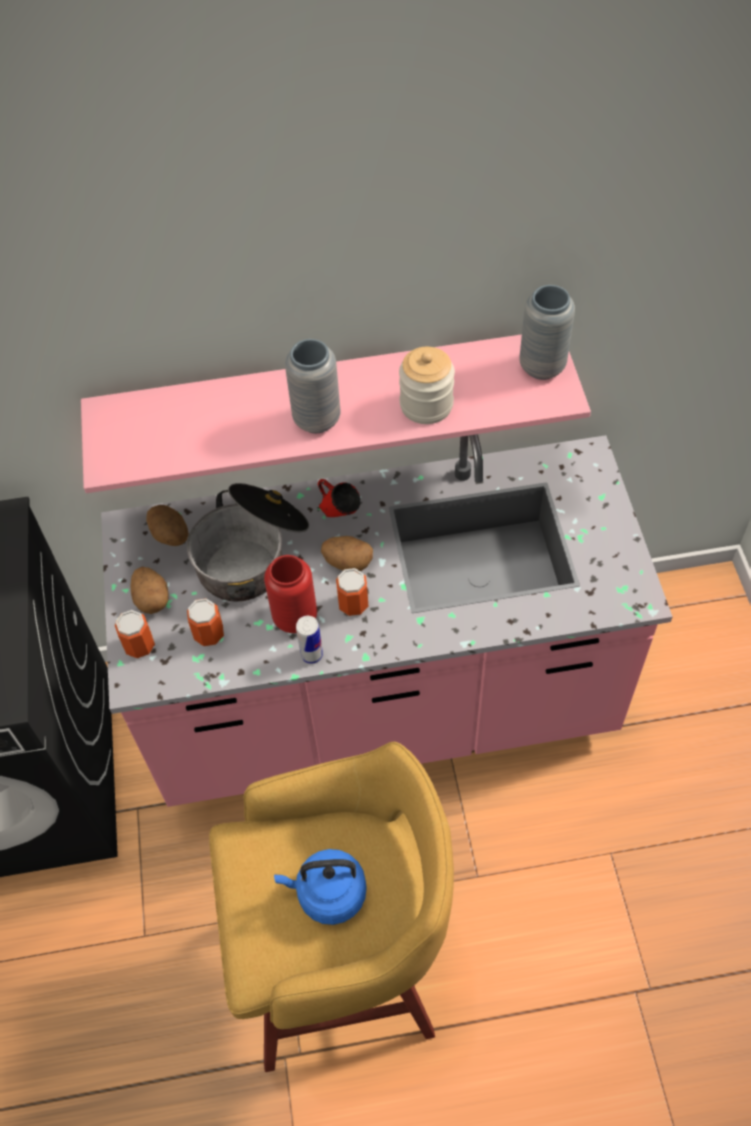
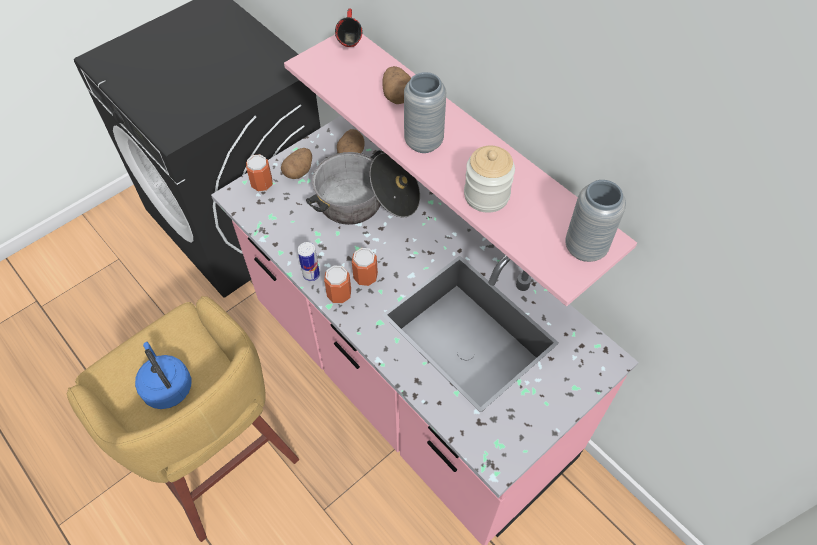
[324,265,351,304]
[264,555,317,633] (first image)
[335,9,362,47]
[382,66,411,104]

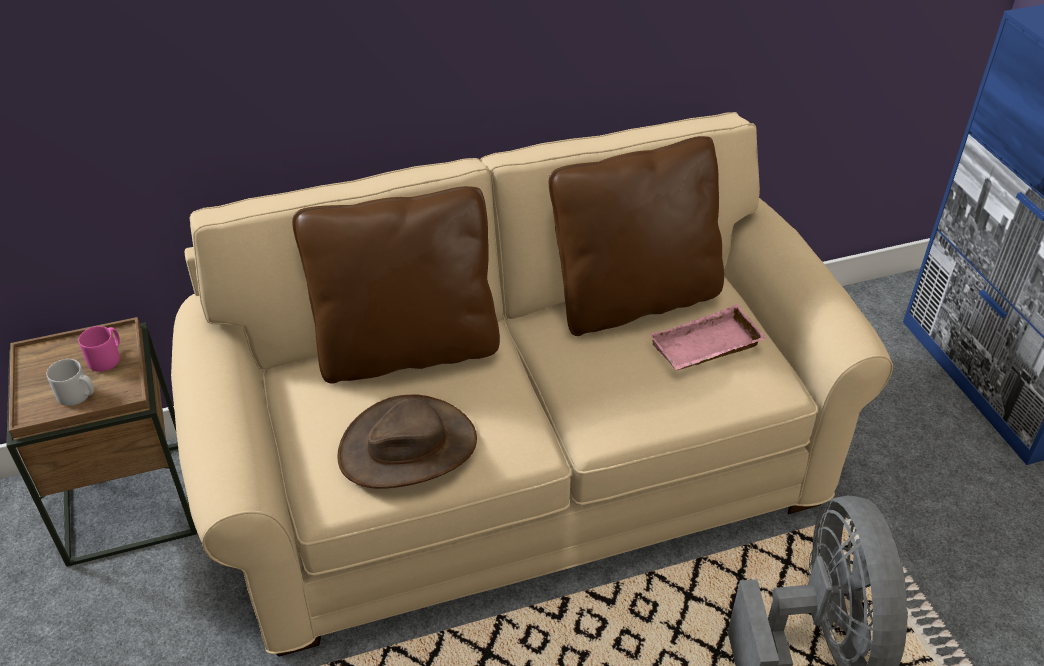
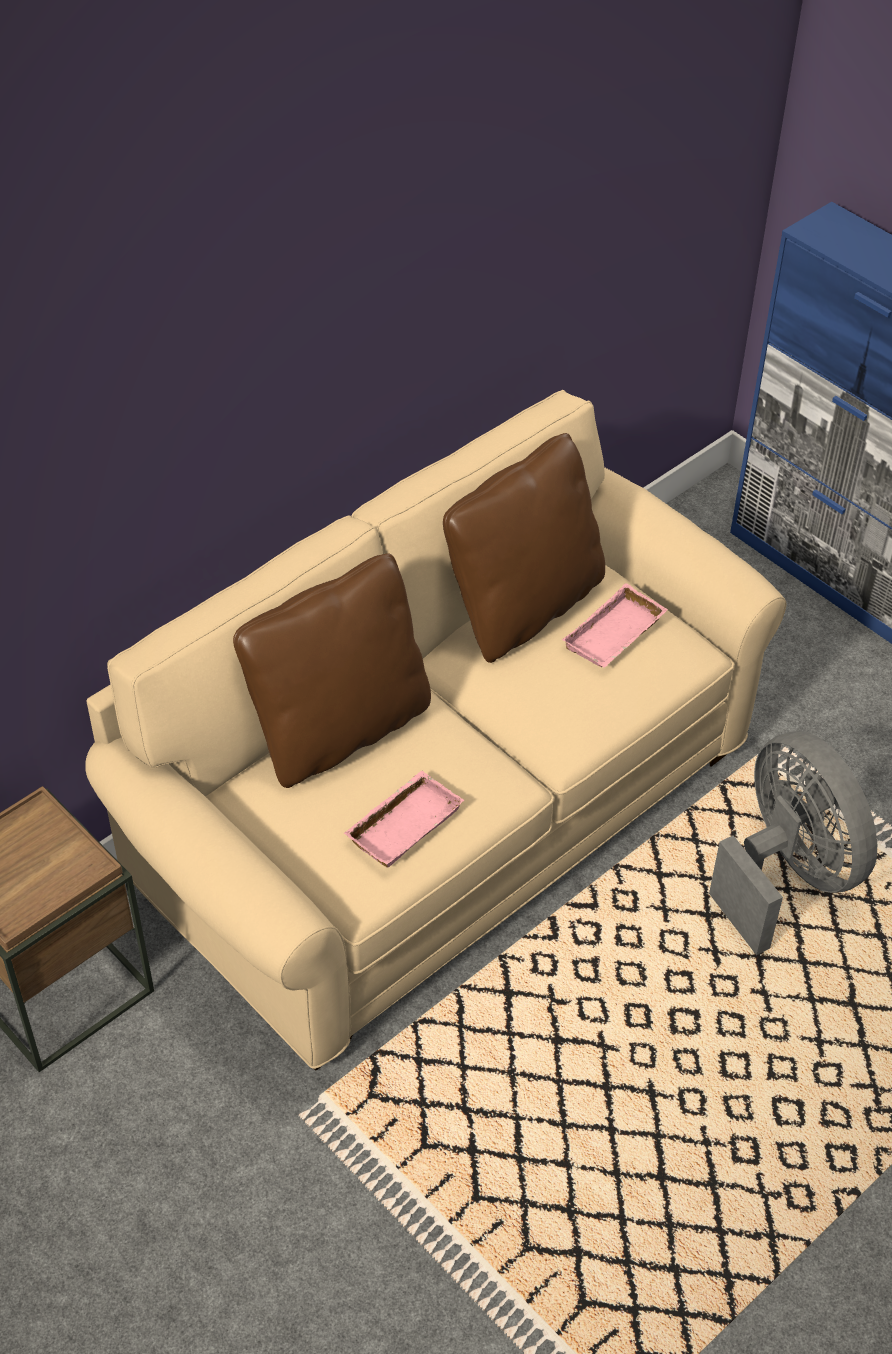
[47,359,94,406] (first image)
[78,326,120,372] (first image)
[344,771,464,868]

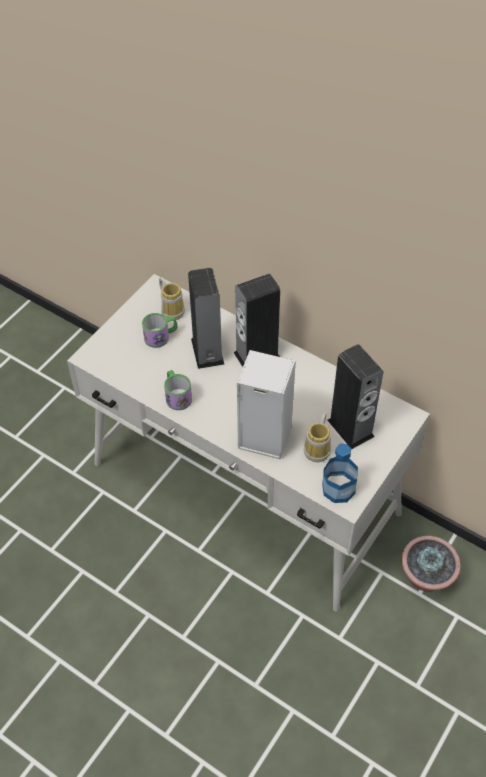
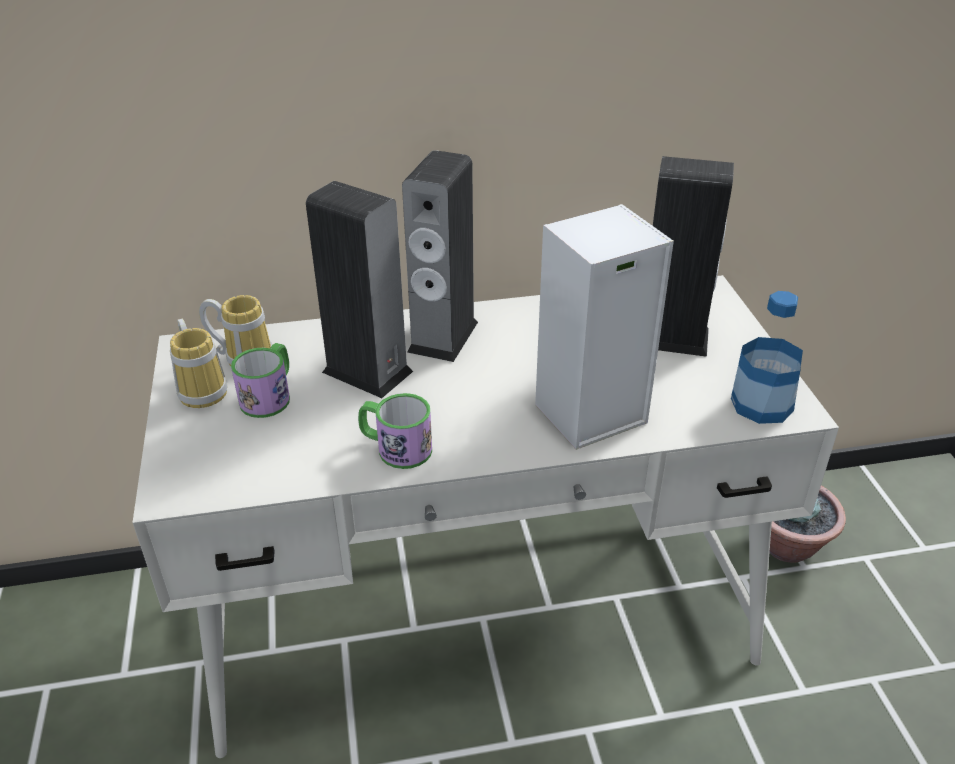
[170,318,227,408]

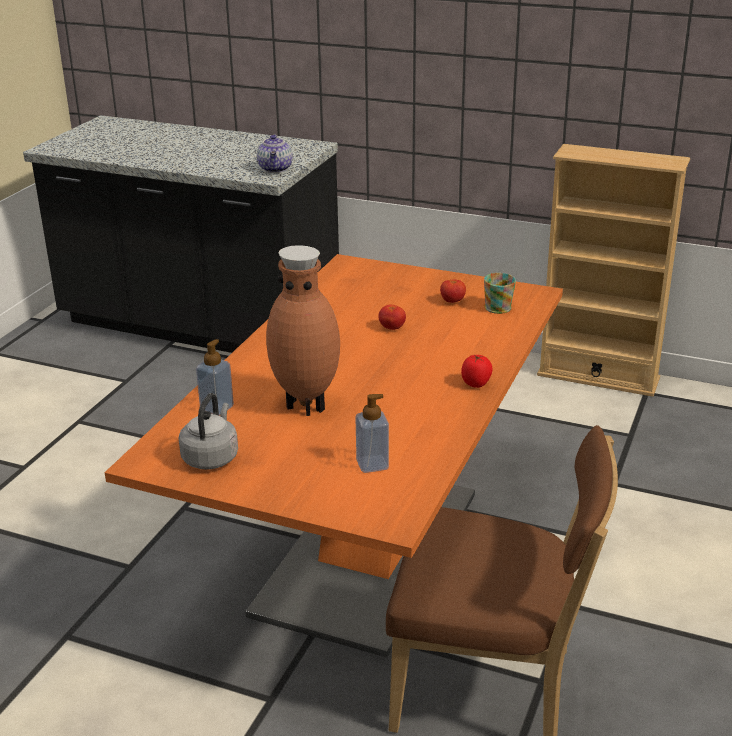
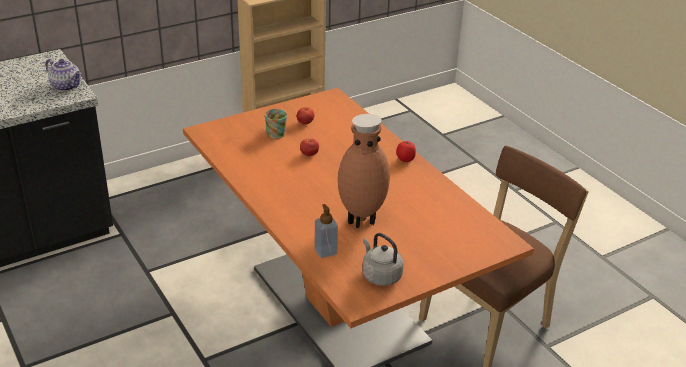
[355,394,389,473] (first image)
[265,109,287,139]

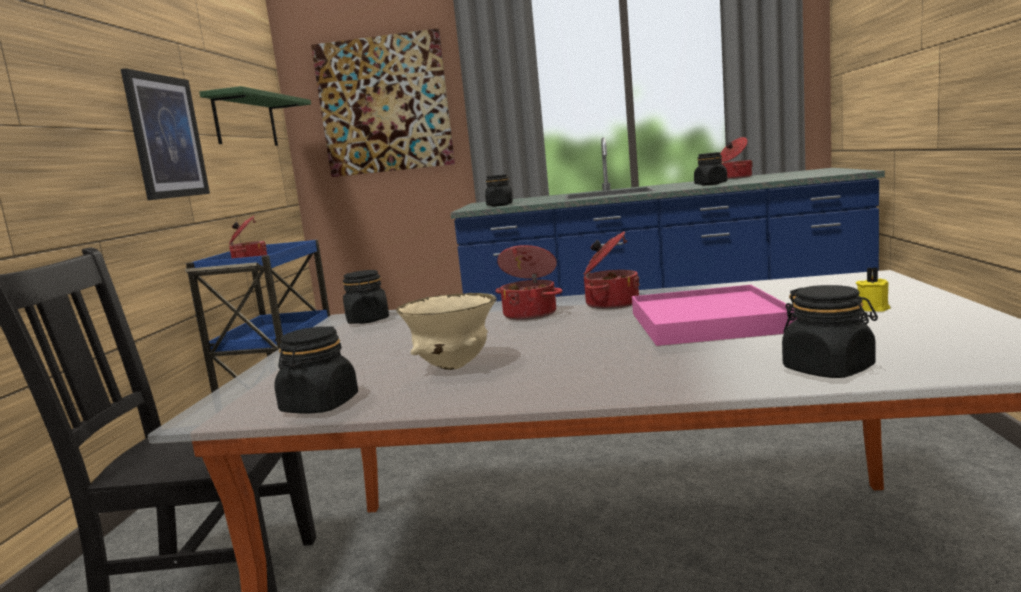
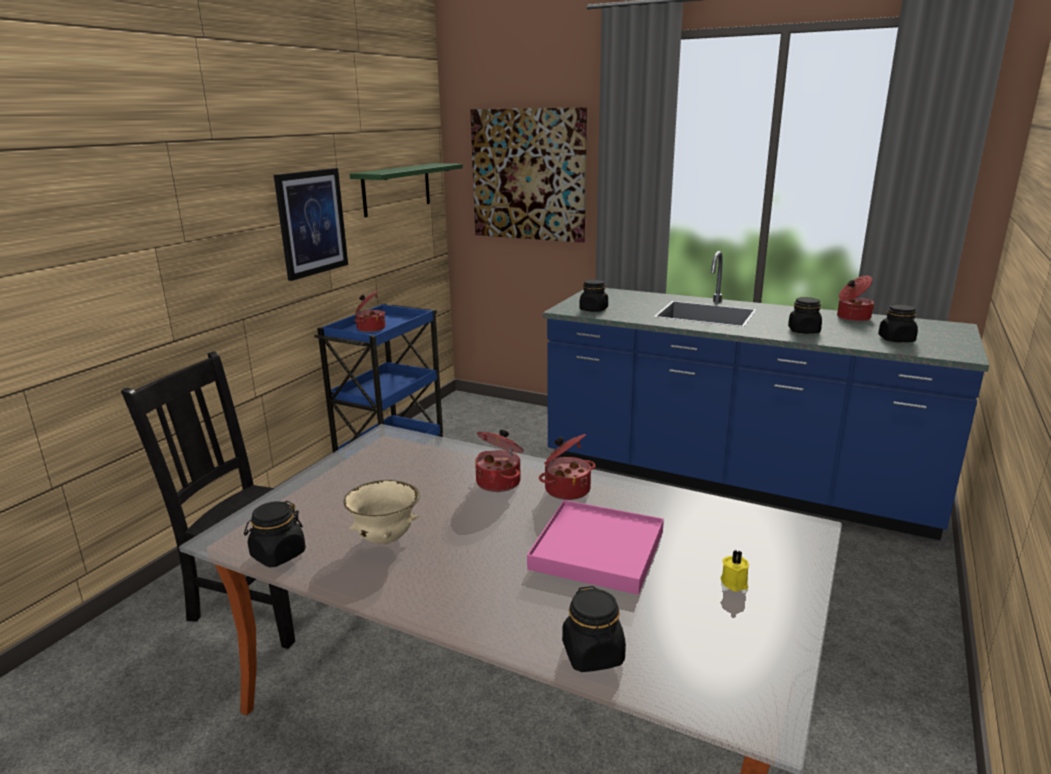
[878,304,918,342]

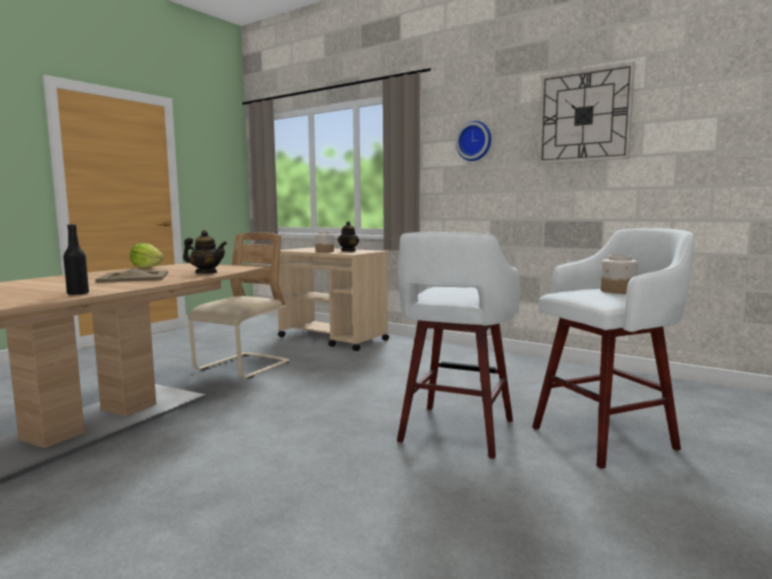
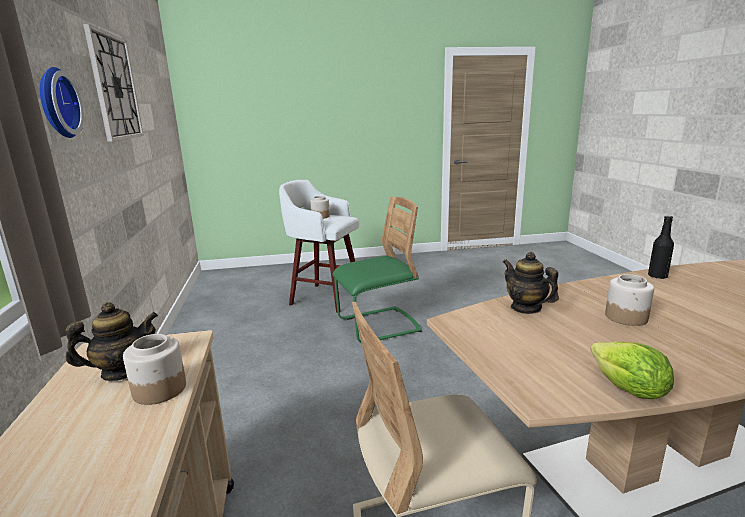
[605,274,654,326]
[332,197,422,343]

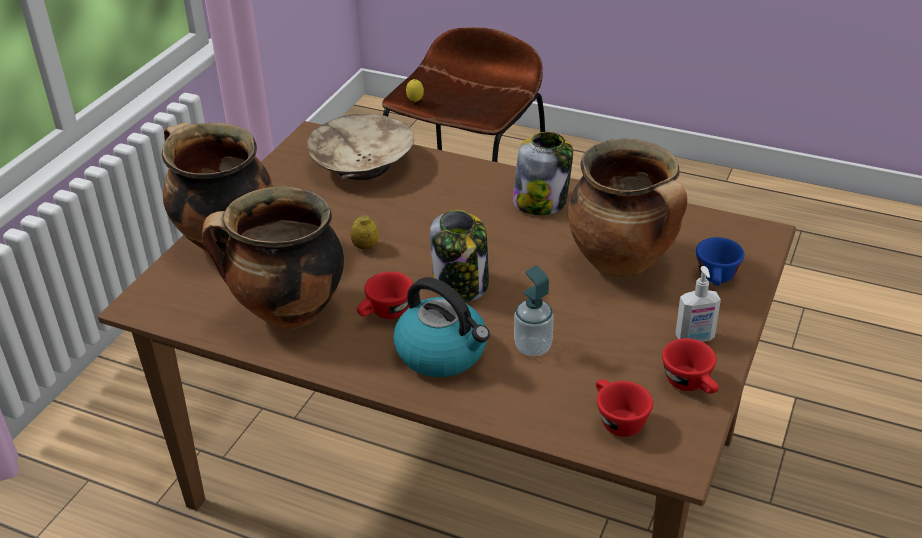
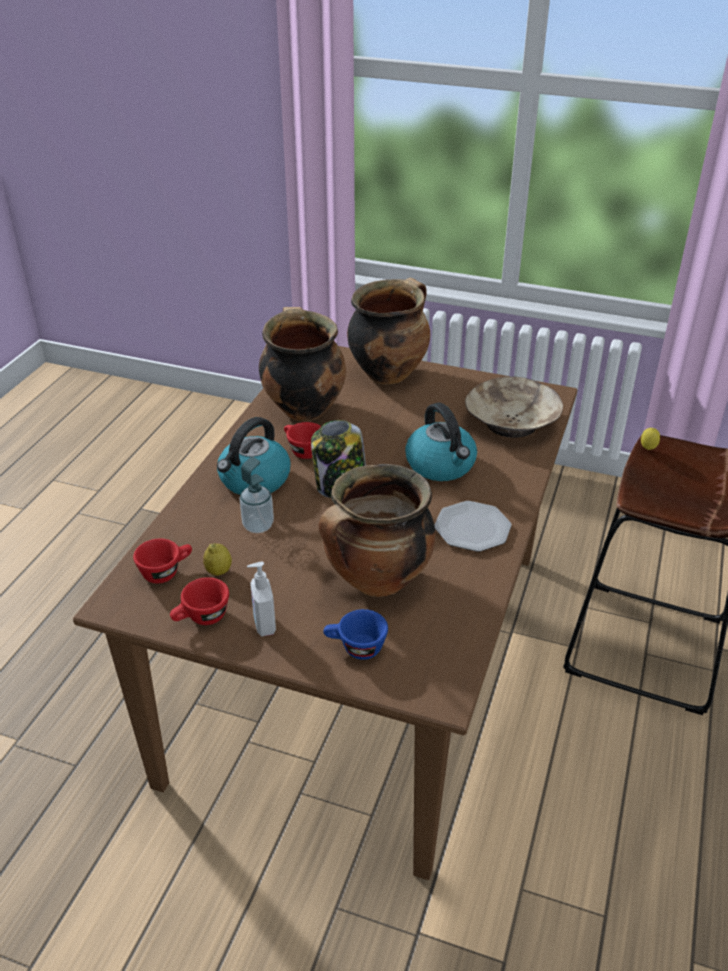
[203,543,232,576]
[434,501,512,552]
[405,402,477,481]

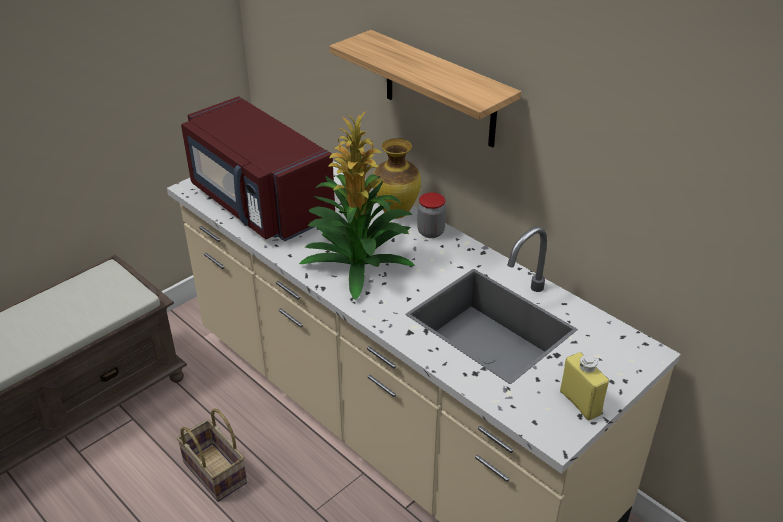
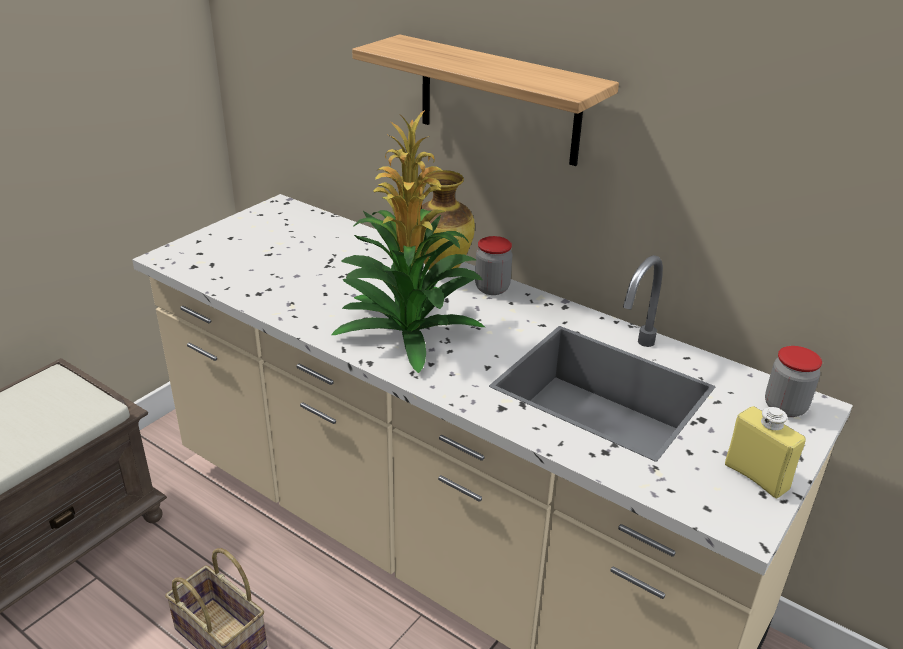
[181,96,335,241] (first image)
[765,346,822,417]

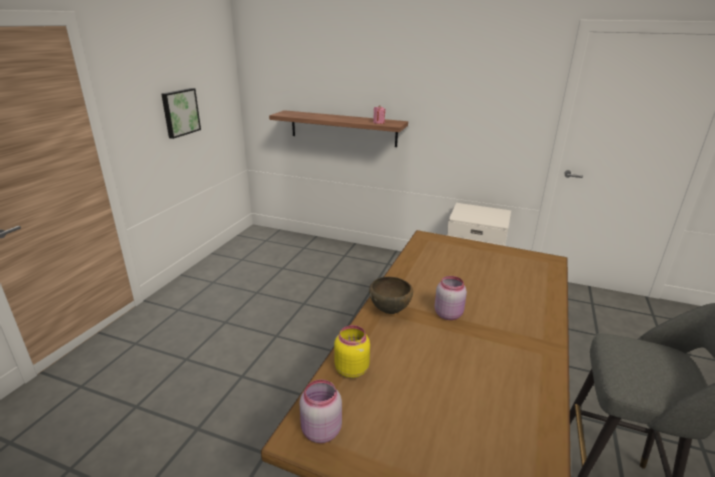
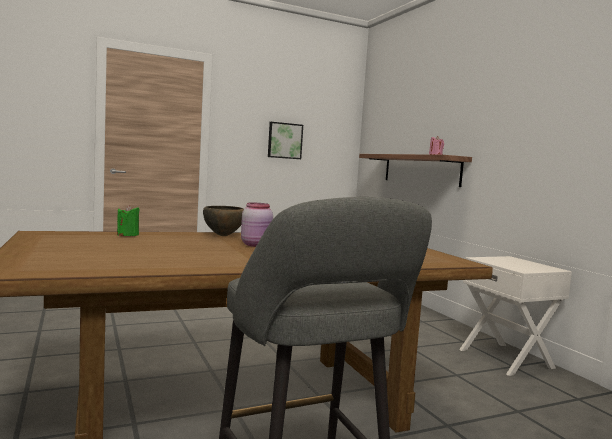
[299,379,342,443] (first image)
[117,205,140,236]

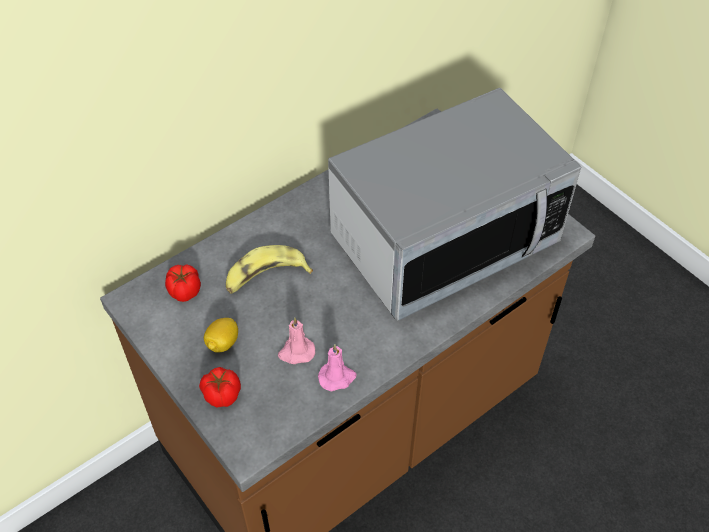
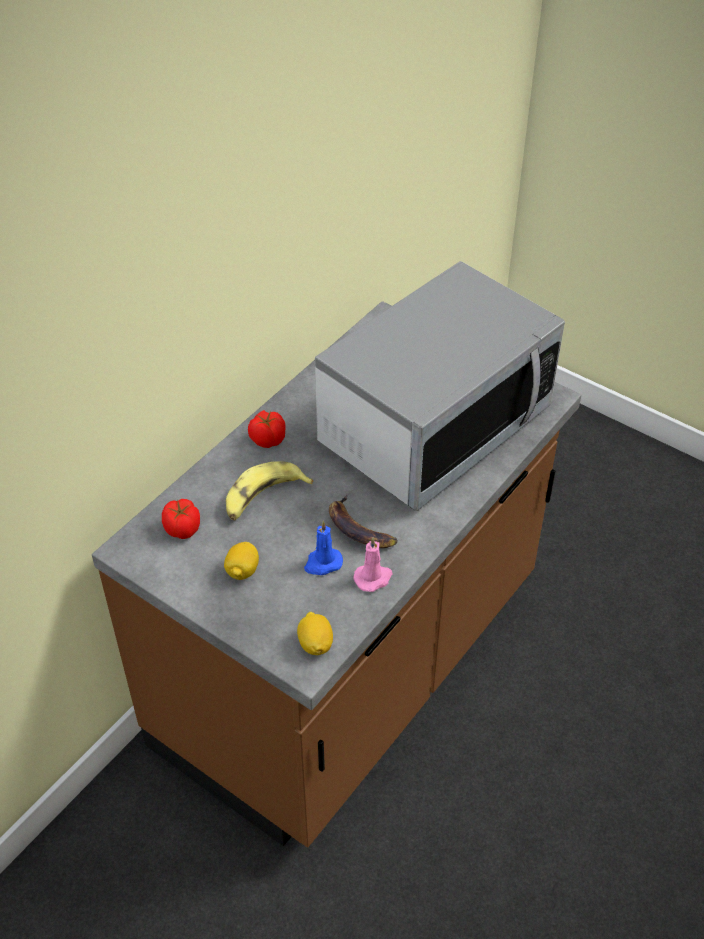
[248,410,286,448]
[304,521,343,575]
[297,612,333,655]
[329,494,398,548]

